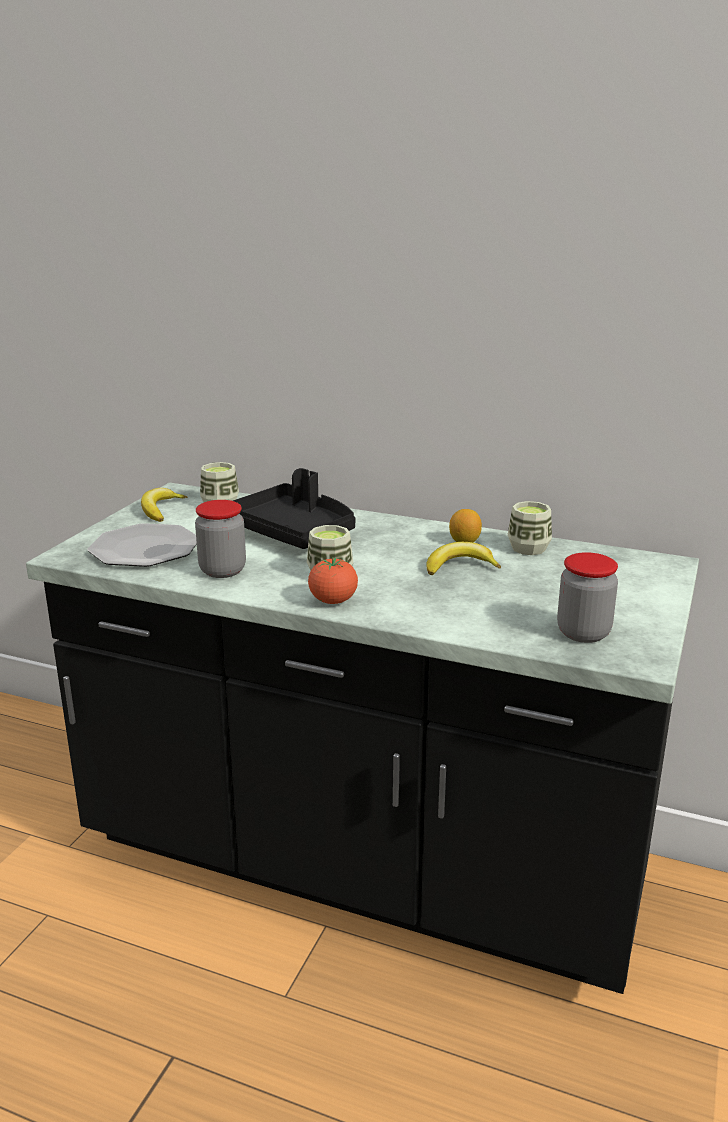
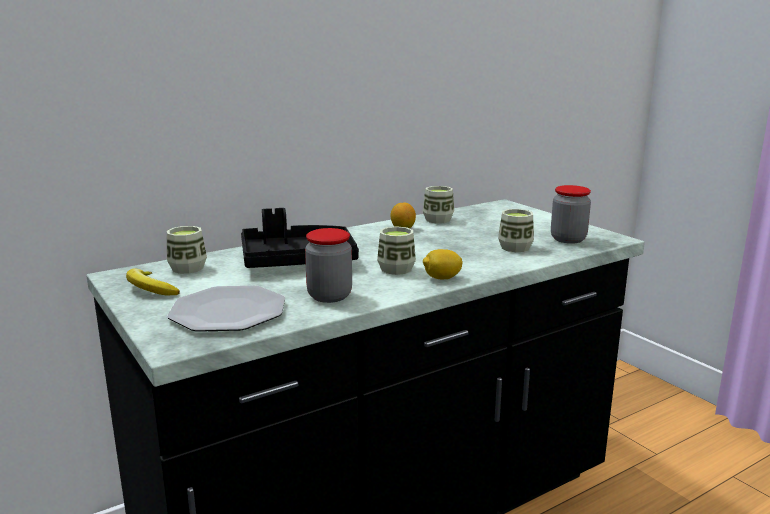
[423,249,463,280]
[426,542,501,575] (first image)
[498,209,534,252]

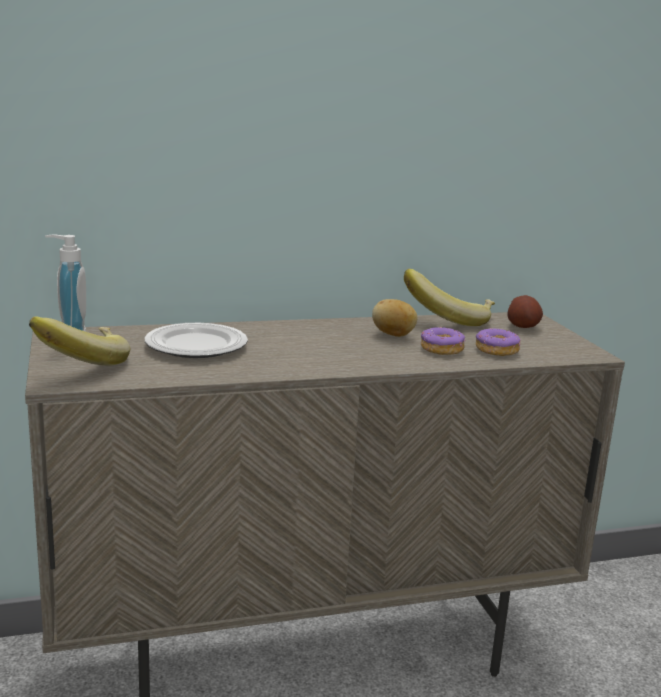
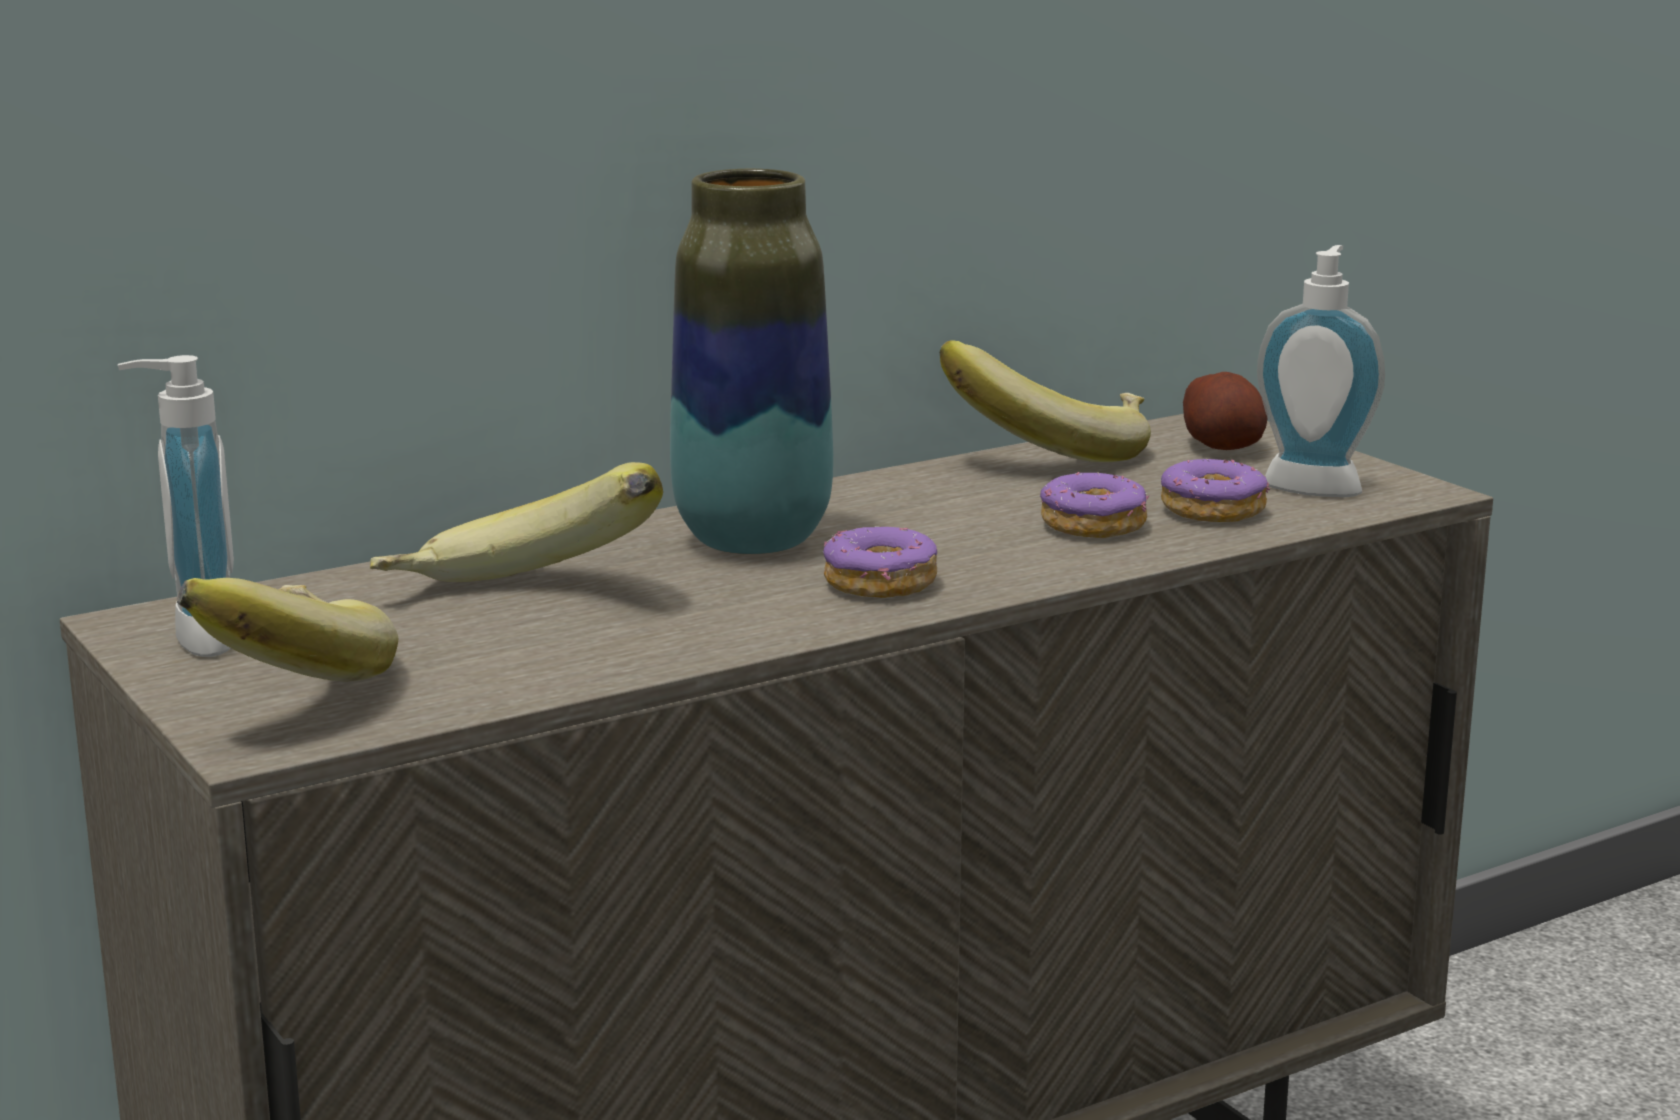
[370,462,663,582]
[372,299,418,337] (first image)
[670,169,833,555]
[822,526,937,598]
[1257,245,1385,497]

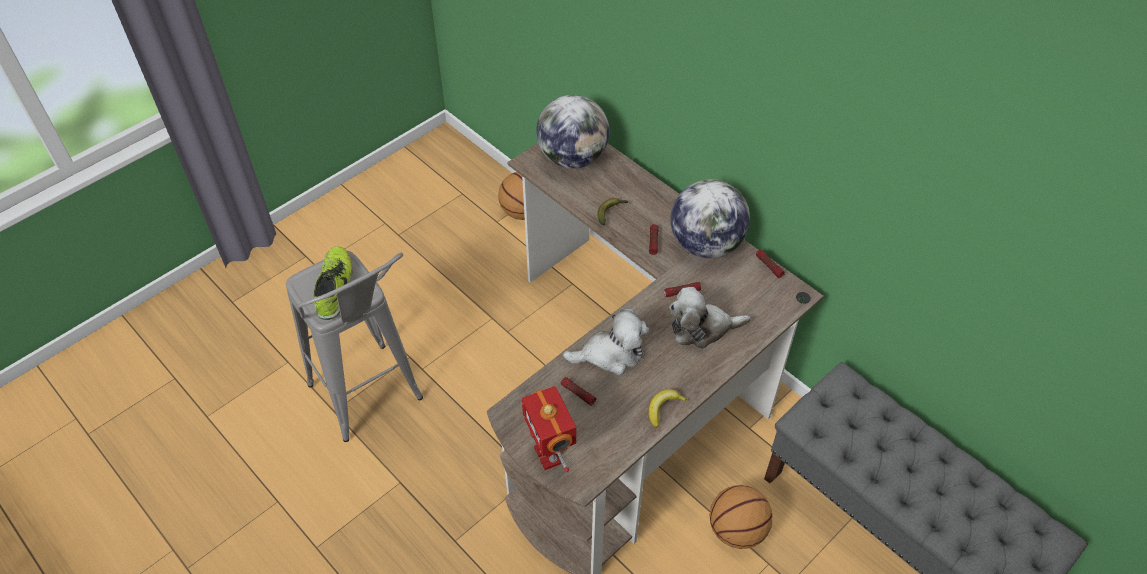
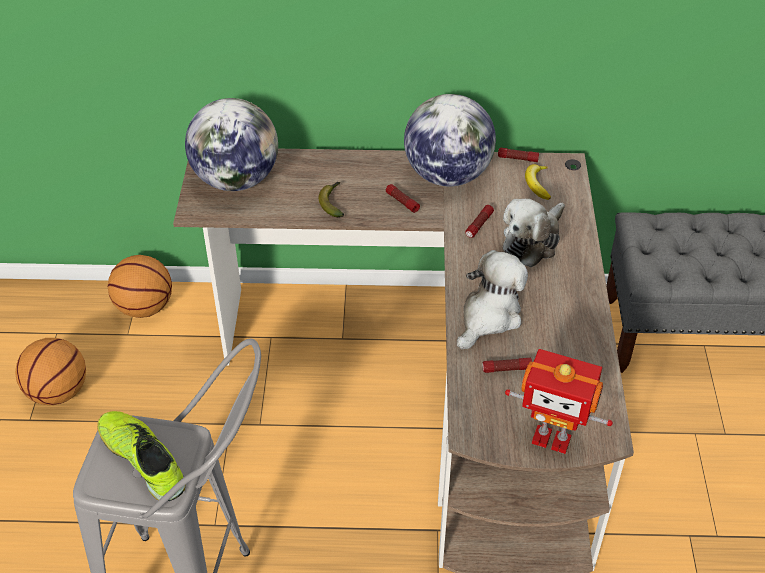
[525,164,551,200]
[15,338,86,405]

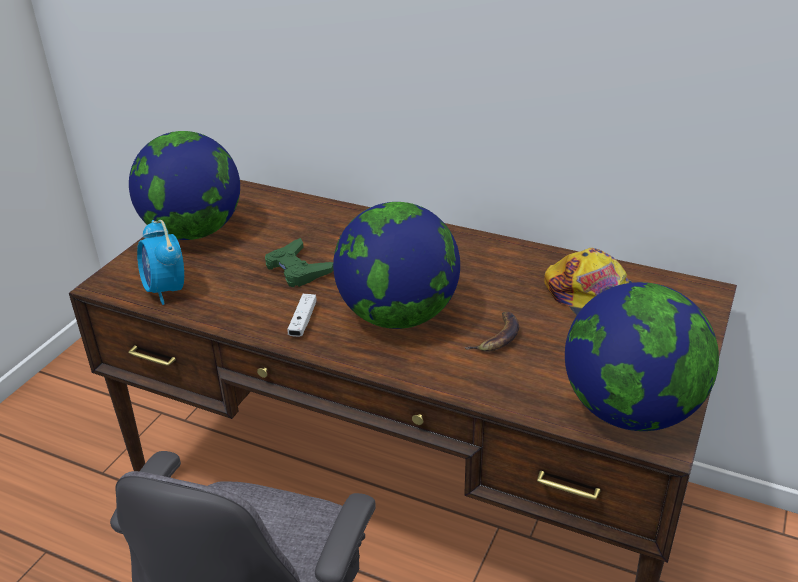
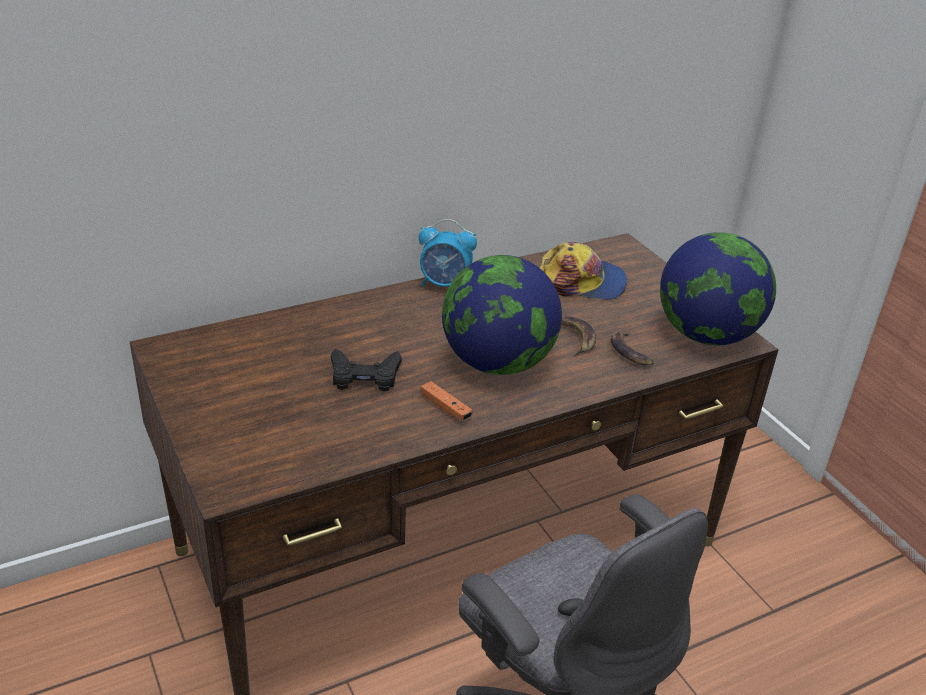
[129,131,240,240] (first image)
[419,219,477,287]
[331,349,402,392]
[421,381,472,421]
[611,332,654,365]

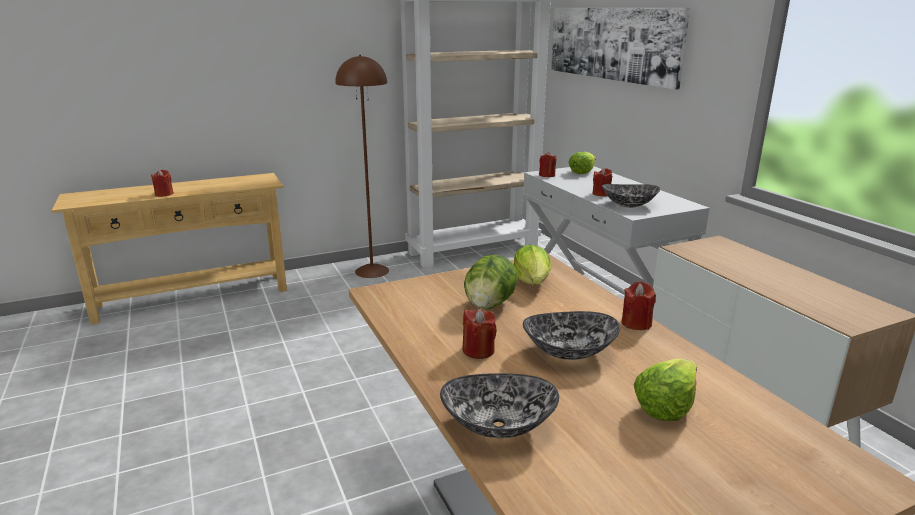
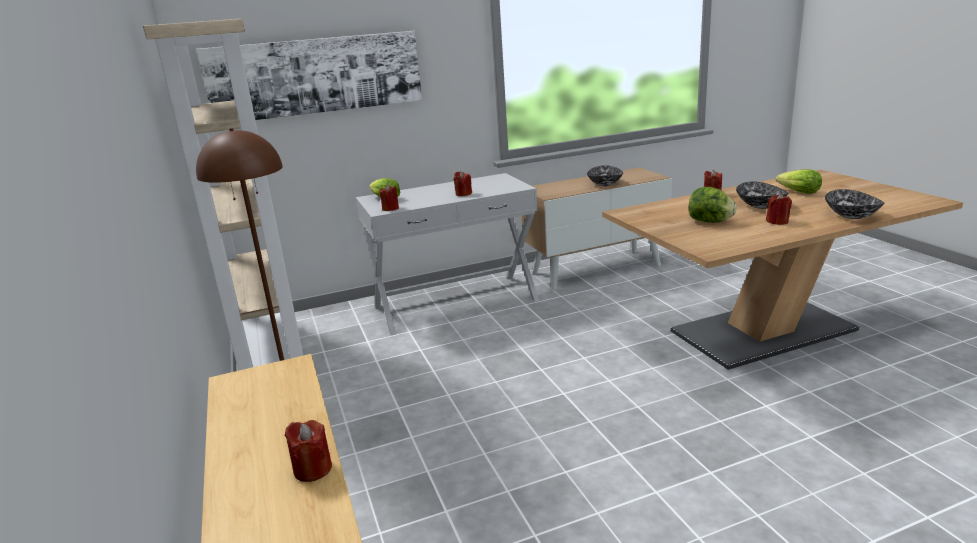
[514,245,551,285] (first image)
[587,165,623,186]

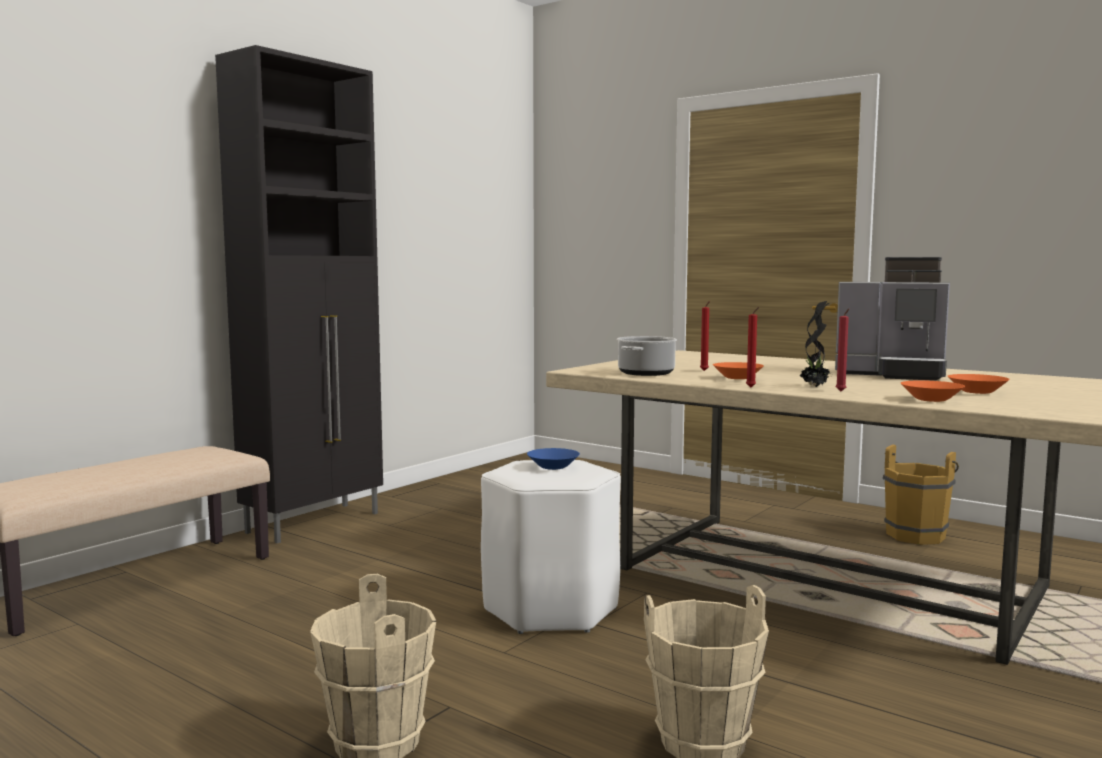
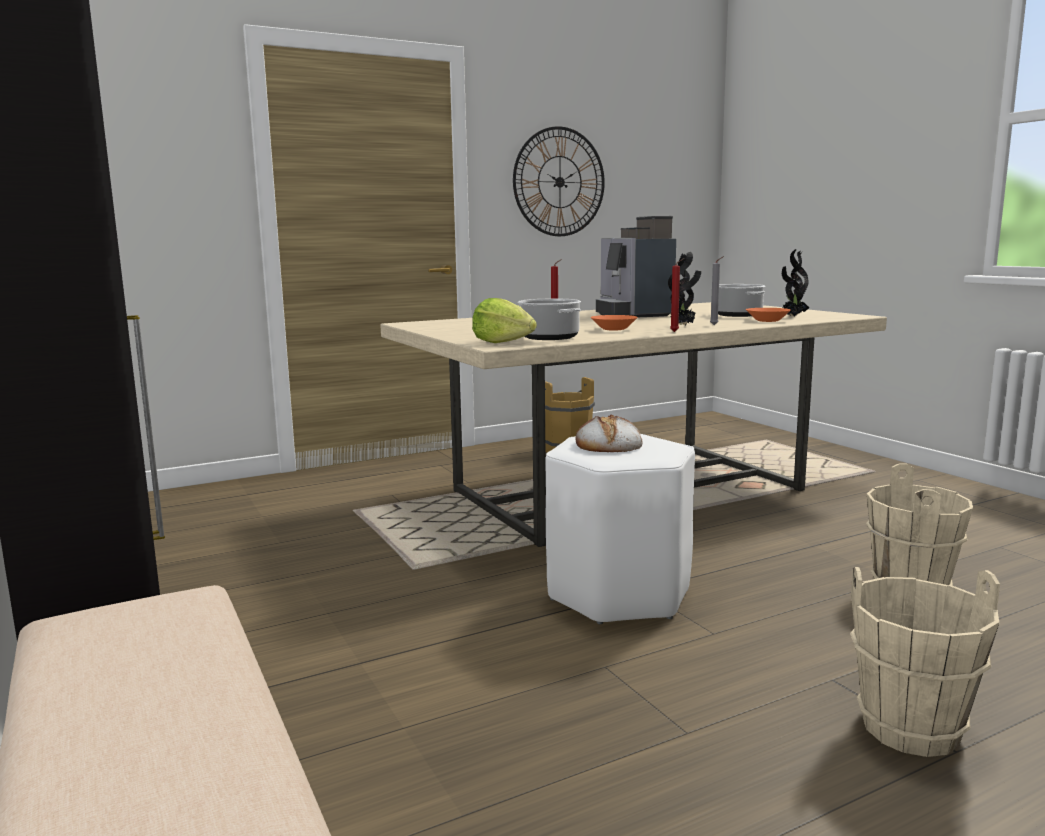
[576,415,643,452]
[596,216,676,317]
[710,256,724,325]
[718,284,765,317]
[472,298,537,343]
[513,126,605,236]
[782,249,809,316]

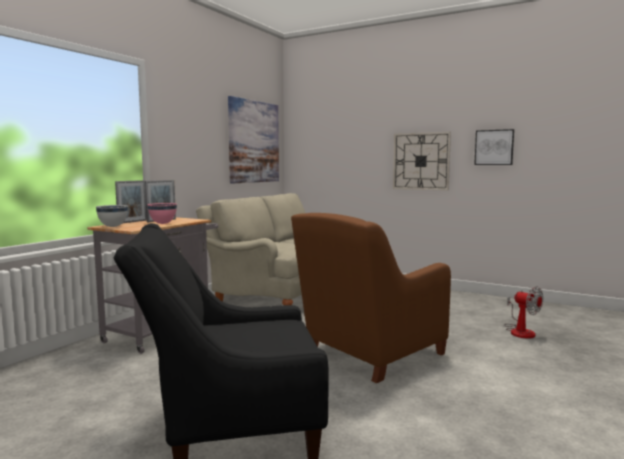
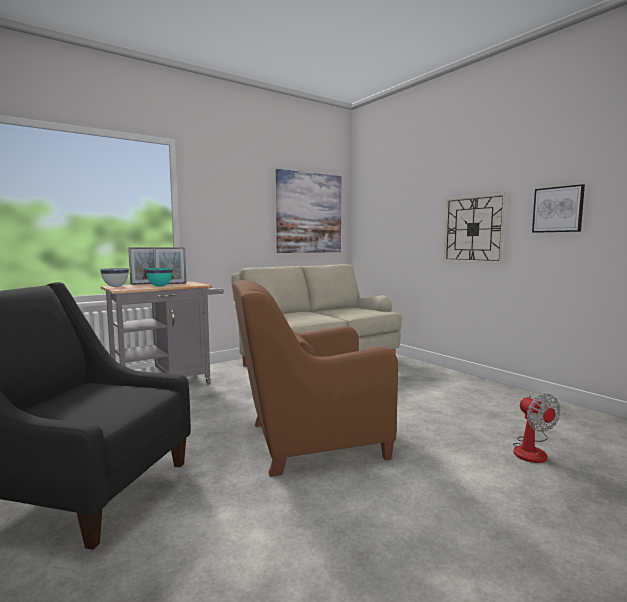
[146,268,173,287]

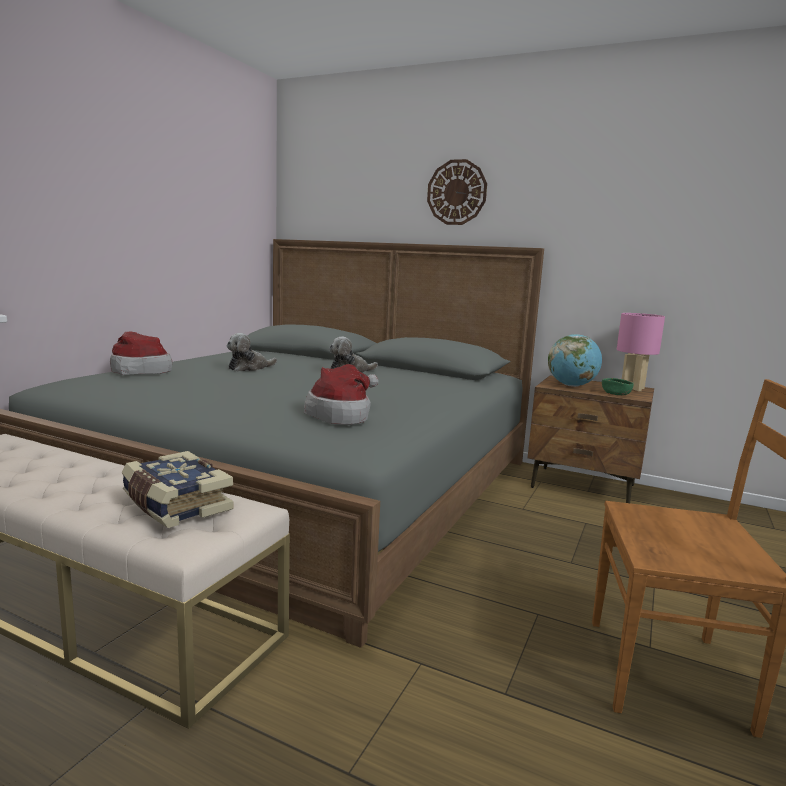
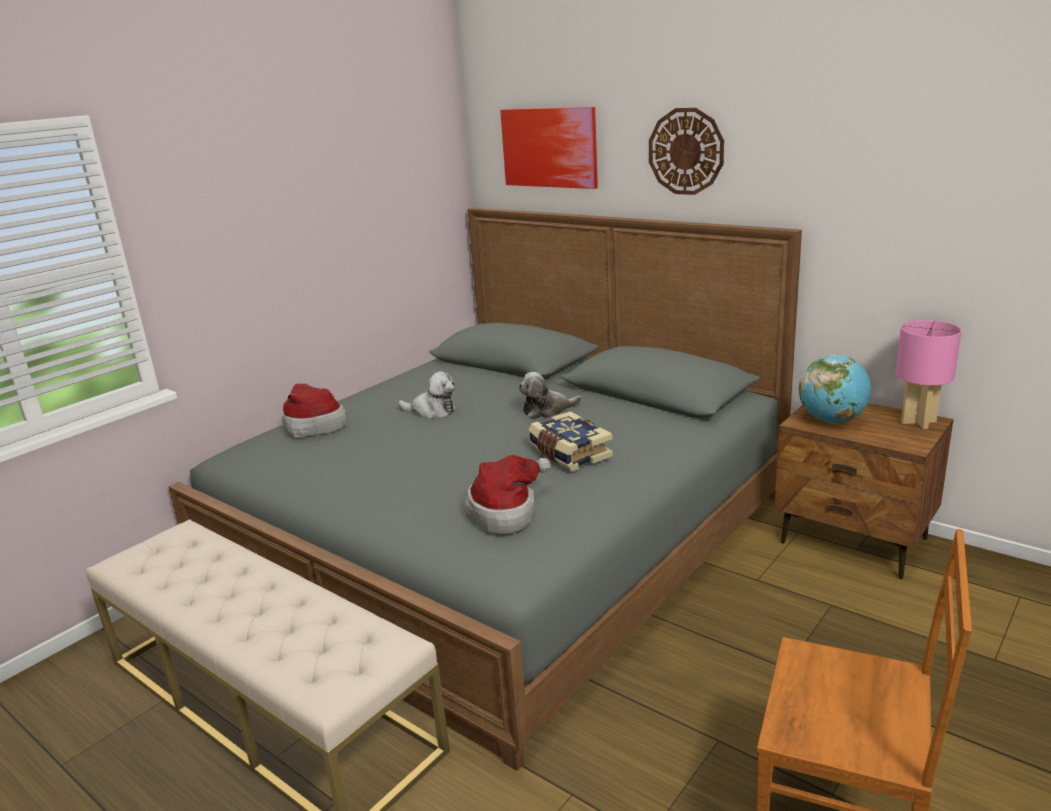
[528,411,613,471]
[398,371,456,419]
[602,378,634,395] (first image)
[500,107,598,189]

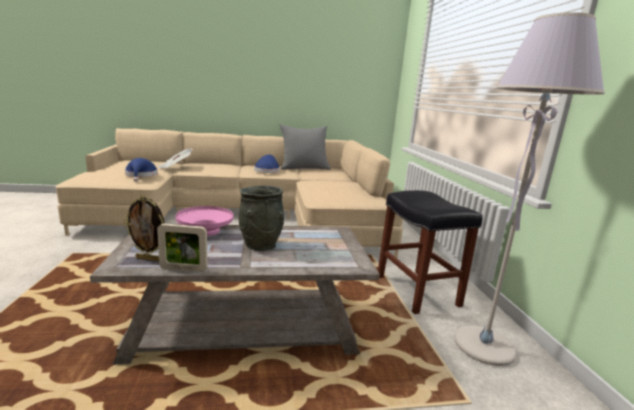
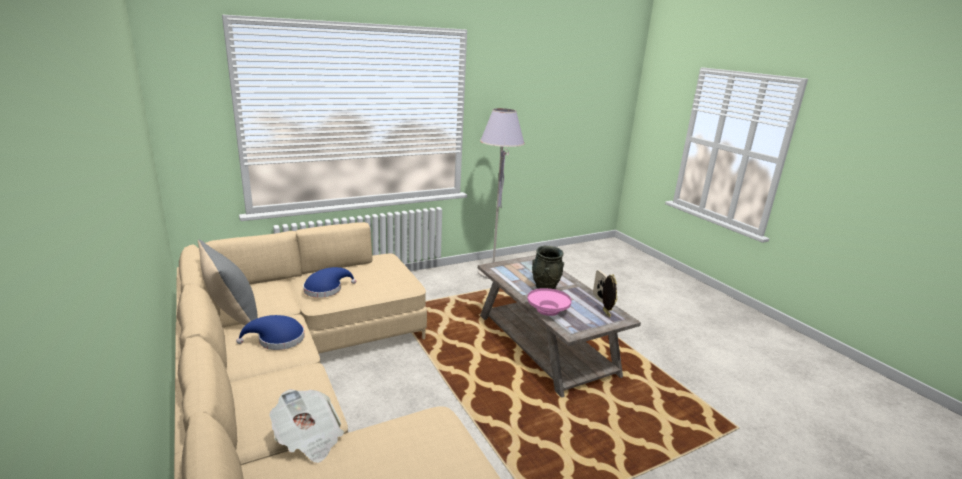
[303,267,356,298]
[378,190,483,314] (first image)

